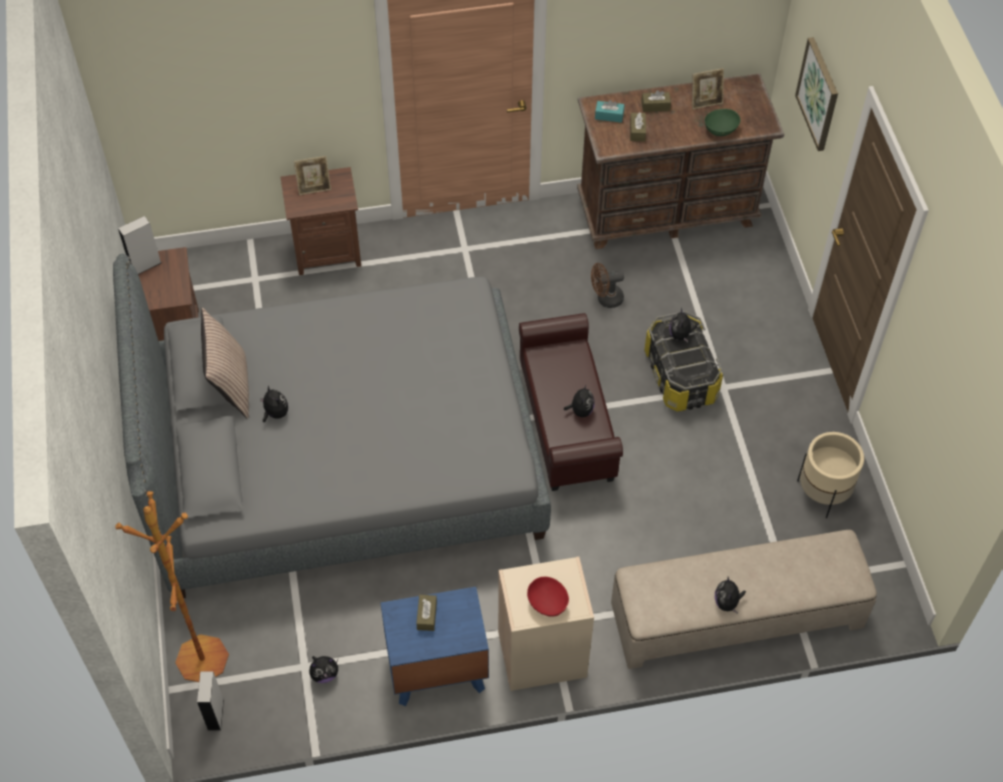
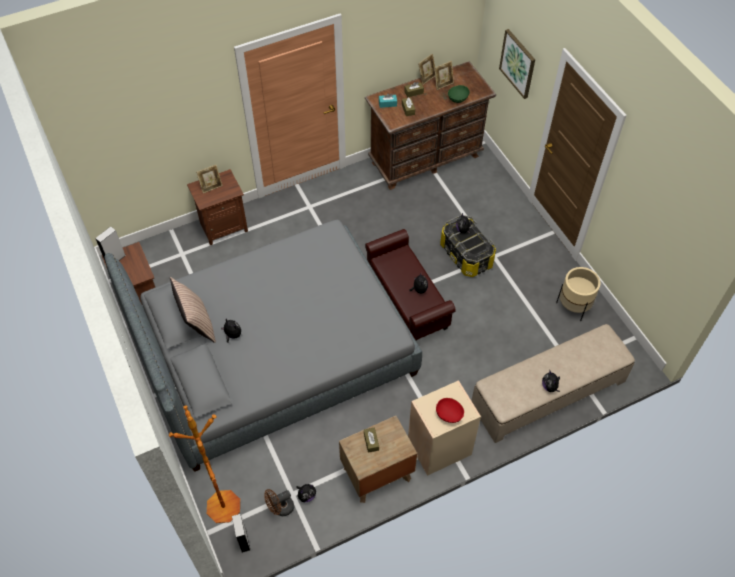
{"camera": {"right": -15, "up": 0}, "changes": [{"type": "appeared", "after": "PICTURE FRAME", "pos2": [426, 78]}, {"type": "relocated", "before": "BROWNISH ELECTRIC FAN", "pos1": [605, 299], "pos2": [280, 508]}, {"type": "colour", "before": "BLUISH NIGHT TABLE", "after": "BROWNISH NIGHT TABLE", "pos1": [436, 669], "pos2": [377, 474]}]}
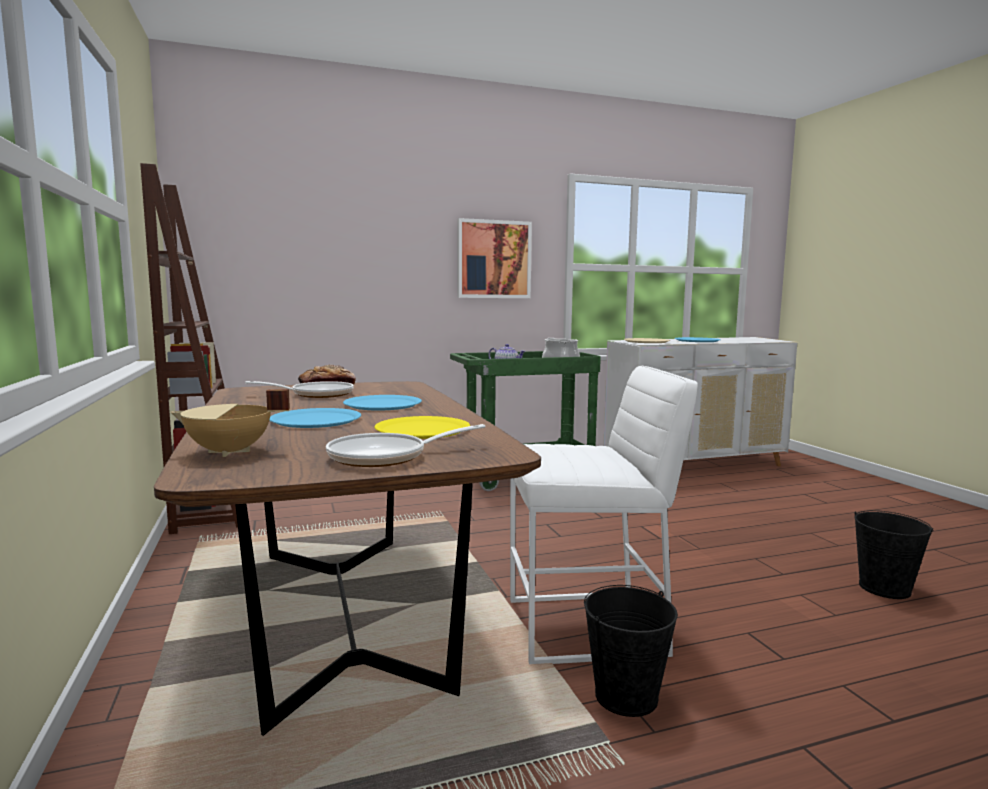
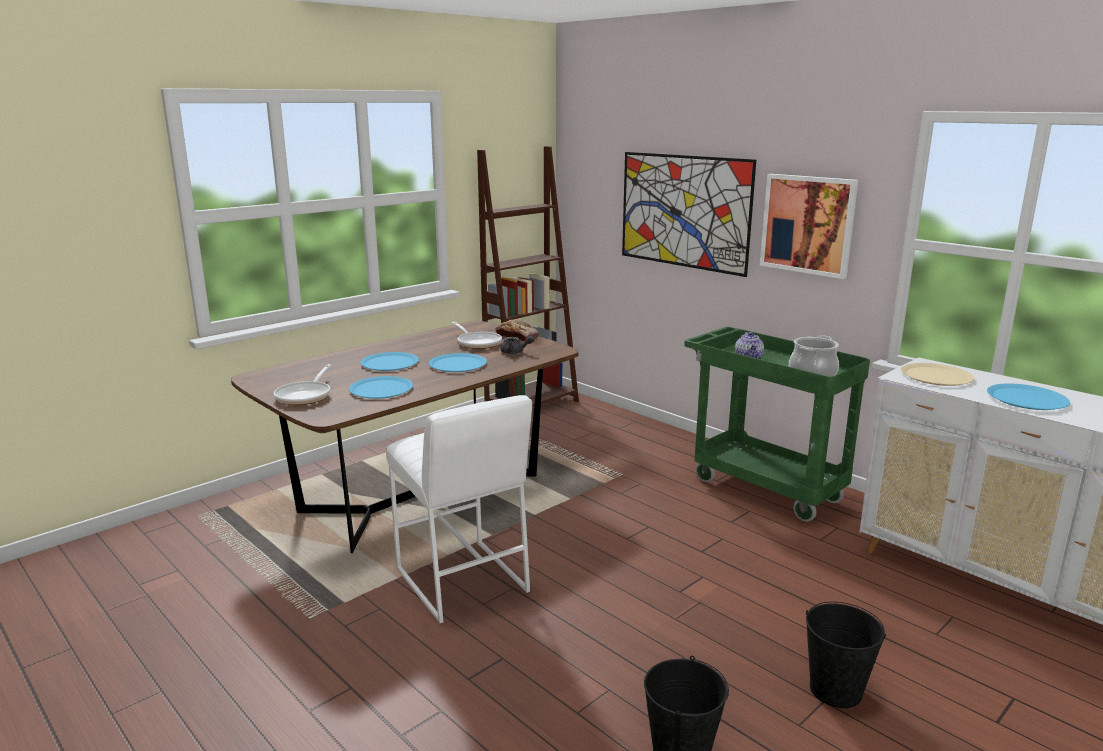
{"camera": {"right": 65, "up": 10}, "changes": [{"type": "missing", "before": "SAND-COLOURED SAUCEPOT", "pos1": [229, 452]}, {"type": "appeared", "after": "GREYISH TEA POT", "pos2": [515, 352]}, {"type": "appeared", "after": "PICTURE", "pos2": [684, 211]}, {"type": "relocated", "before": "BLACKISH BUCKET", "pos1": [626, 696], "pos2": [835, 690]}, {"type": "colour", "before": "YELLOWISH PLATE", "after": "BLUISH PLATE", "pos1": [422, 429], "pos2": [381, 389]}, {"type": "spun", "before": "PAN", "pos1": [386, 457], "pos2": [305, 396], "turn": -120}]}
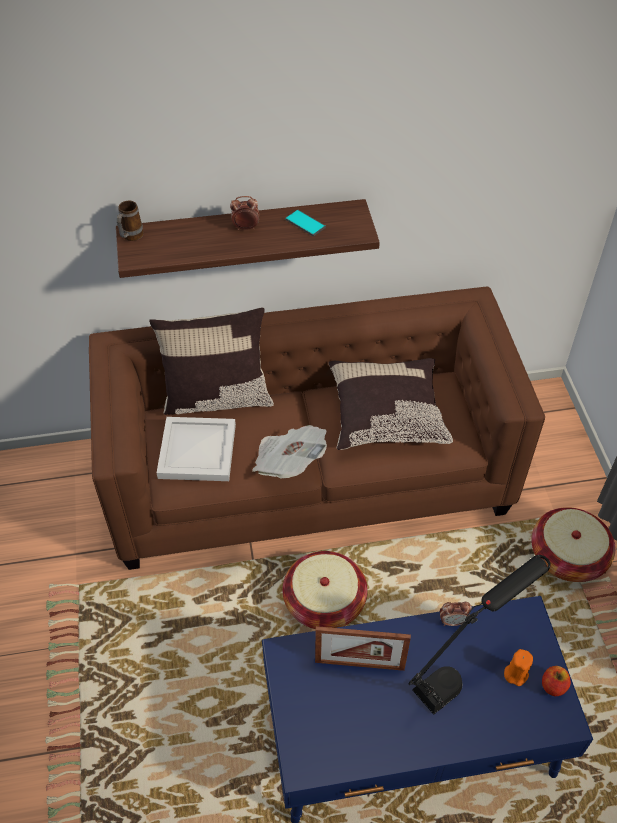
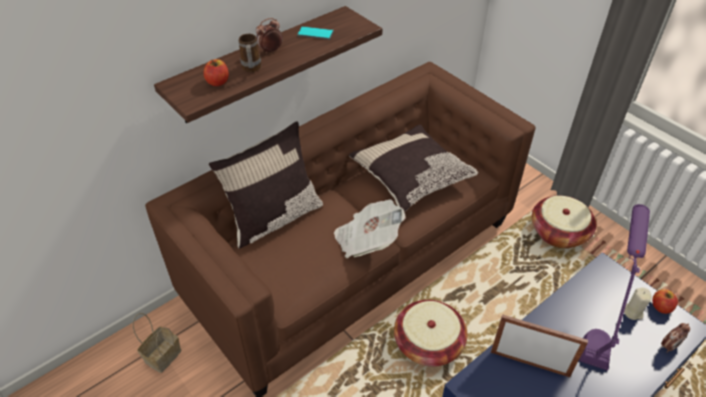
{"camera": {"right": -30, "up": -5}, "changes": [{"type": "missing", "before": "WHITISH CARRYING TRAY", "pos1": [196, 450]}, {"type": "appeared", "after": "STORAGE BASKET", "pos2": [163, 355]}, {"type": "appeared", "after": "APPLE", "pos2": [218, 82]}, {"type": "relocated", "before": "COFFEE MUG", "pos1": [130, 237], "pos2": [251, 69]}, {"type": "relocated", "before": "BEDSIDE CLOCK", "pos1": [453, 621], "pos2": [669, 346]}, {"type": "colour", "before": "BLACKISH TABLETOP LAMP", "after": "PURPLE-COLOURED TABLETOP LAMP", "pos1": [463, 669], "pos2": [599, 327]}, {"type": "colour", "before": "ORANGEY CANDLE", "after": "SAND-COLOURED CANDLE", "pos1": [516, 673], "pos2": [632, 311]}, {"type": "spun", "before": "PICTURE FRAME", "pos1": [359, 664], "pos2": [529, 363], "turn": -135}]}
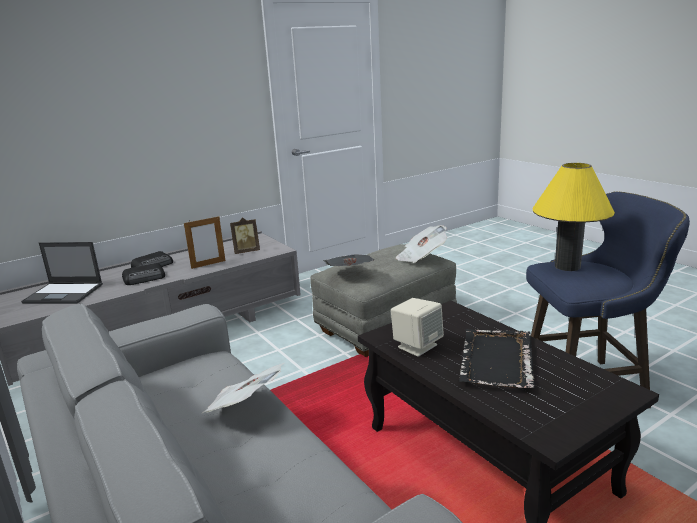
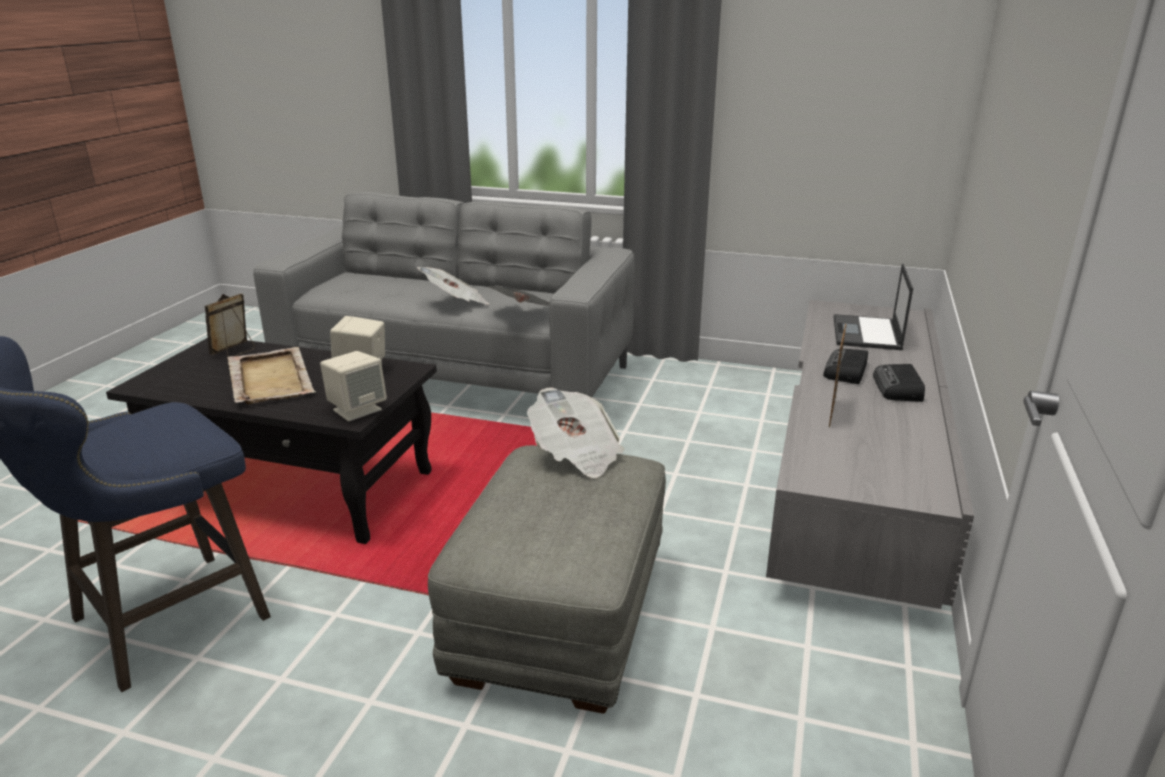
{"camera": {"right": 140, "up": 5}, "changes": [{"type": "missing", "before": "YELLOWISH TABLETOP LAMP", "pos1": [567, 266]}, {"type": "appeared", "after": "SAND-COLOURED SPEAKER", "pos2": [357, 410]}, {"type": "relocated", "before": "PICTURE FRAME", "pos1": [246, 251], "pos2": [235, 352]}, {"type": "relocated", "before": "NEWSPAPER", "pos1": [421, 257], "pos2": [523, 314]}, {"type": "colour", "before": "BLACKISH CARRYING TRAY", "after": "SAND-COLOURED CARRYING TRAY", "pos1": [496, 361], "pos2": [270, 378]}, {"type": "spun", "before": "NOTEBOOK COMPUTER", "pos1": [64, 293], "pos2": [867, 333], "turn": -45}]}
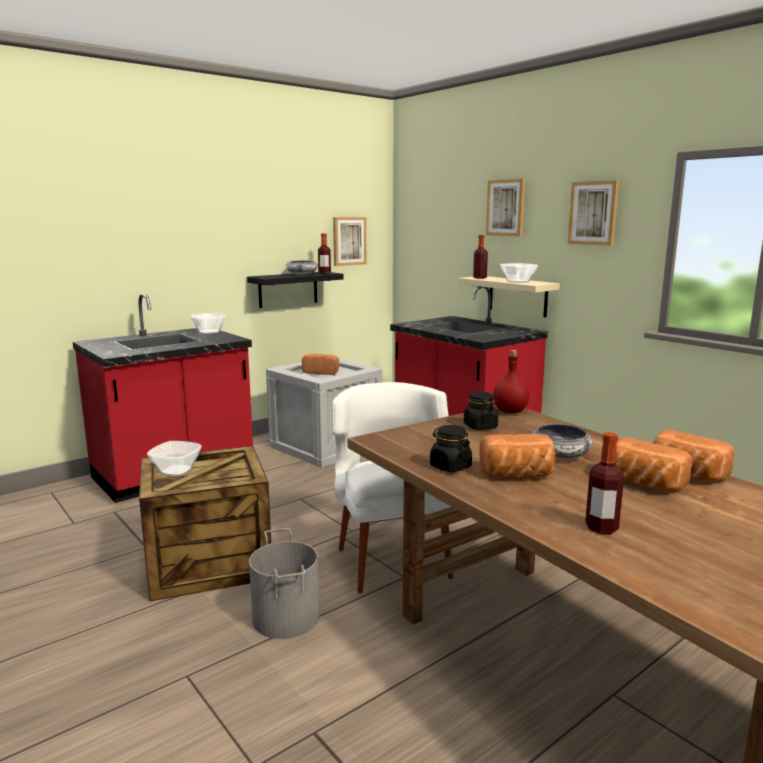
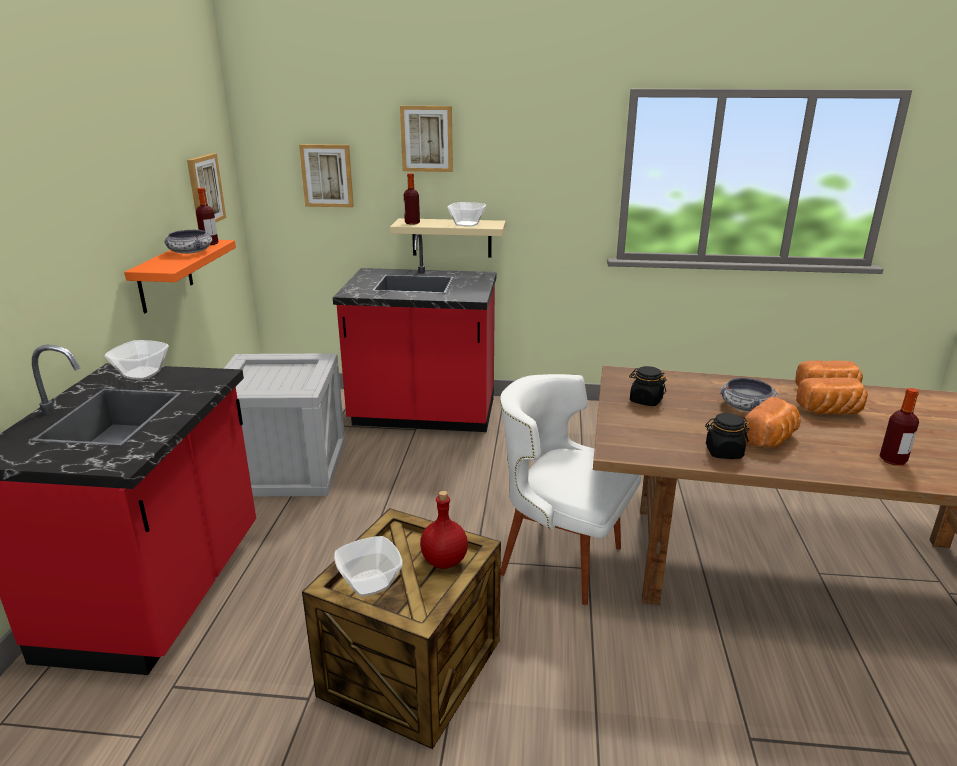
{"camera": {"right": -45, "up": 10}, "changes": [{"type": "missing", "before": "GREYISH BUCKET", "pos1": [285, 617]}, {"type": "missing", "before": "BAKED BREAD", "pos1": [322, 372]}, {"type": "relocated", "before": "REDDISH DRINK BOTTLE", "pos1": [511, 411], "pos2": [445, 561]}, {"type": "relocated", "before": "PICTURE", "pos1": [593, 213], "pos2": [327, 175]}, {"type": "colour", "before": "BLACKISH SHELF", "after": "ORANGEY SHELF", "pos1": [288, 289], "pos2": [165, 276]}]}
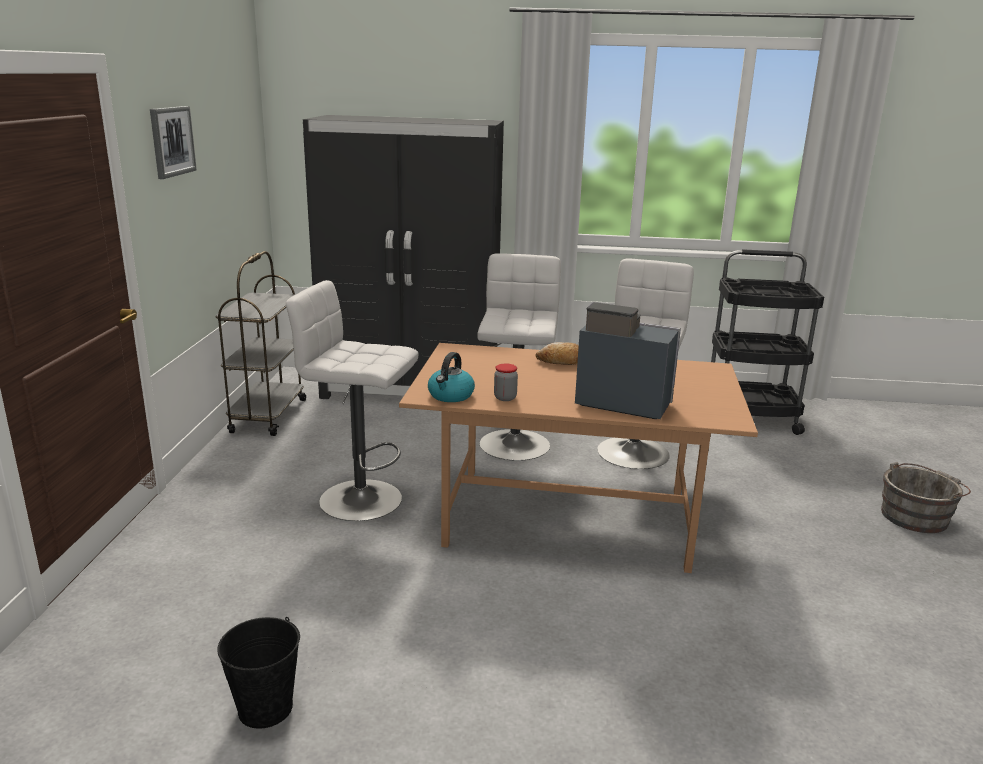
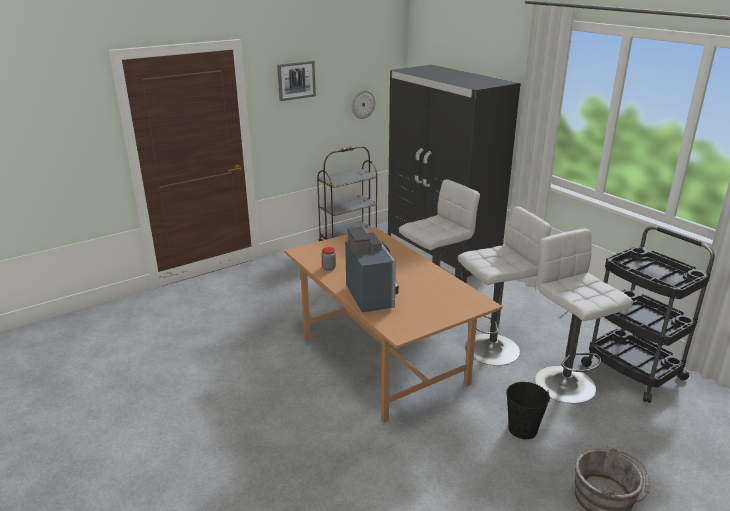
{"camera": {"right": 50, "up": 5}, "changes": [{"type": "missing", "before": "WATER KETTLE", "pos1": [451, 395]}, {"type": "missing", "before": "BAKED BREAD", "pos1": [561, 362]}, {"type": "appeared", "after": "WALL CLOCK", "pos2": [363, 104]}, {"type": "relocated", "before": "BLACKISH BUCKET", "pos1": [265, 708], "pos2": [522, 429]}, {"type": "relocated", "before": "WHITISH STOOL", "pos1": [360, 499], "pos2": [565, 384]}]}
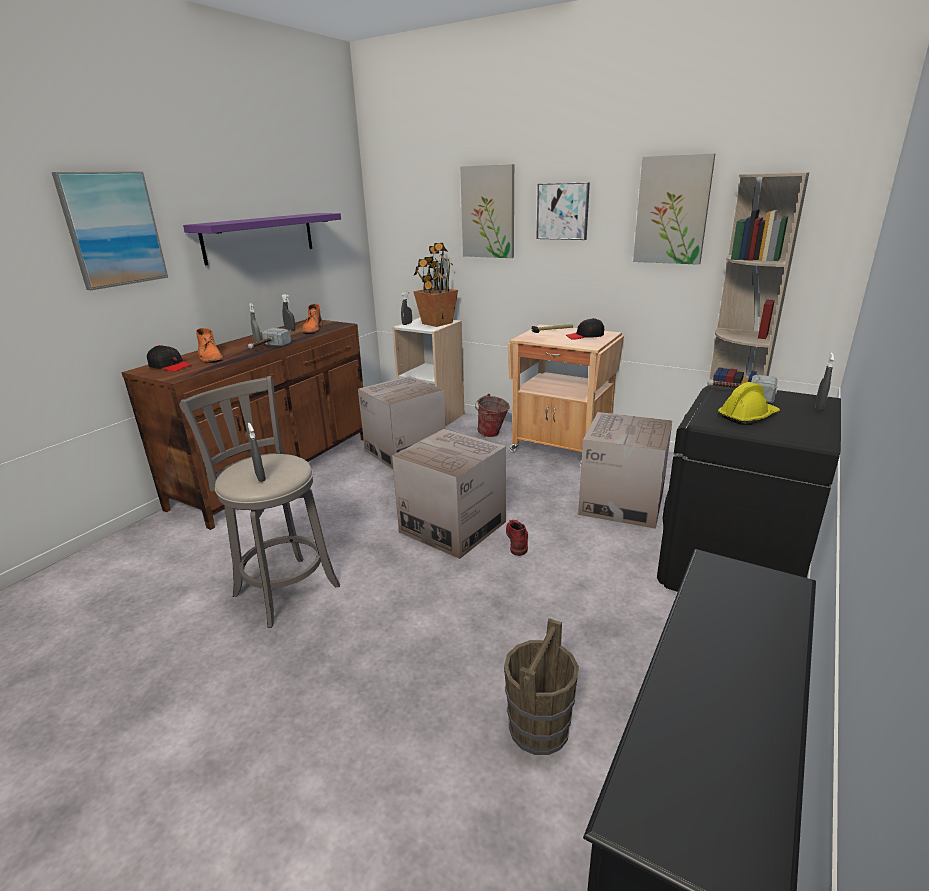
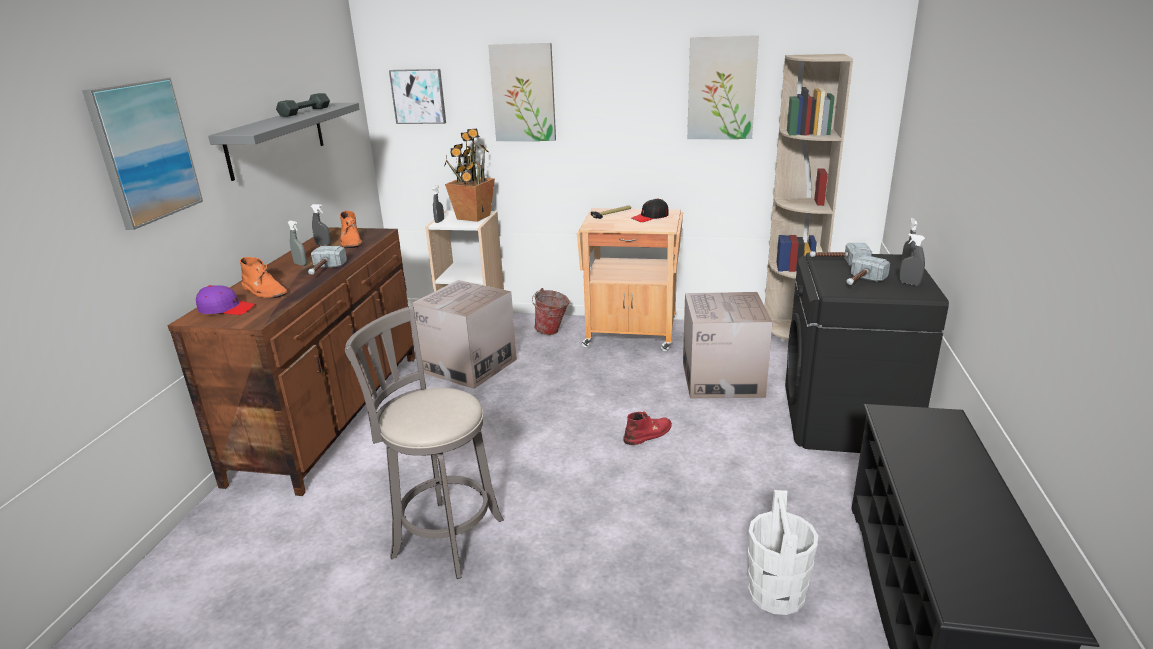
{"camera": {"right": -20, "up": 0}, "changes": [{"type": "missing", "before": "PACKING BOX", "pos1": [453, 527]}, {"type": "appeared", "after": "GREYISH HAND WEIGHT", "pos2": [305, 112]}, {"type": "relocated", "before": "GREYISH SPRAYER", "pos1": [260, 477], "pos2": [909, 283]}, {"type": "relocated", "before": "PICTURE", "pos1": [563, 211], "pos2": [418, 96]}, {"type": "exchanged", "before": "YELLOWISH HARD HAT", "after": "TOOL HAMMER", "pos1": [747, 417], "pos2": [861, 282]}, {"type": "colour", "before": "BLACKISH PEAKED CAP", "after": "PURPLE-COLOURED PEAKED CAP", "pos1": [170, 366], "pos2": [226, 309]}, {"type": "colour", "before": "PURPLE-COLOURED SHELF", "after": "GREYISH SHELF", "pos1": [259, 237], "pos2": [276, 139]}, {"type": "colour", "before": "BROWNISH BUCKET", "after": "WHITISH BUCKET", "pos1": [538, 729], "pos2": [776, 593]}, {"type": "spun", "before": "REDDISH TALL BOOT", "pos1": [517, 539], "pos2": [648, 434], "turn": 75}]}
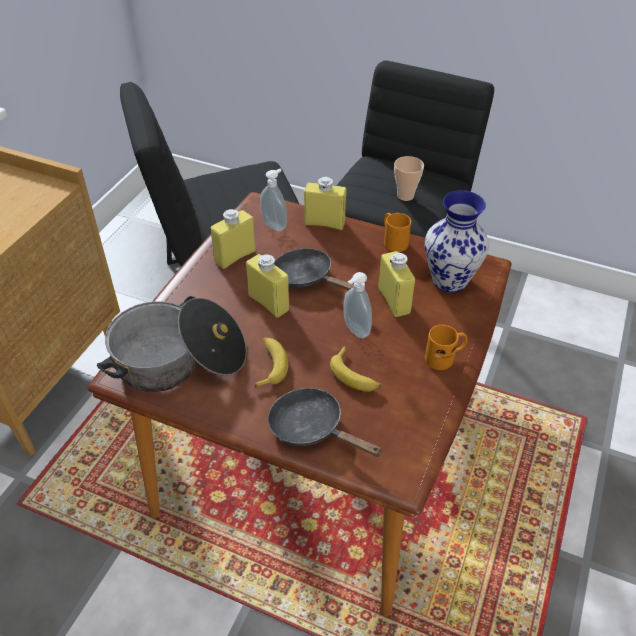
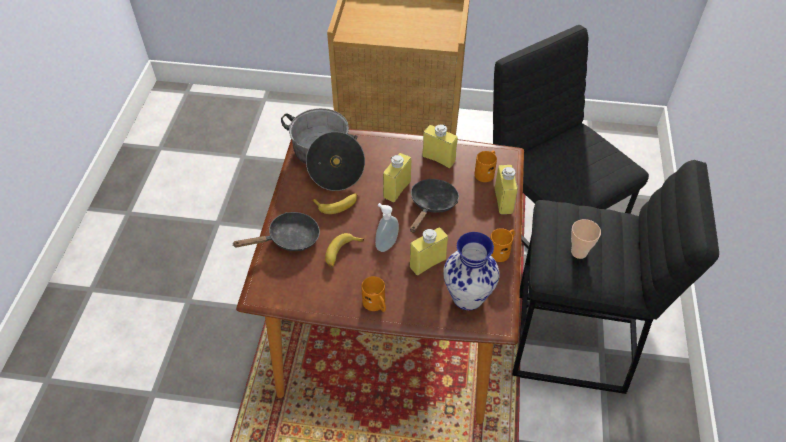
{"camera": {"right": 75, "up": 5}, "changes": [{"type": "exchanged", "before": "LIQUID SOAP BOTTLE", "after": "ORANGEY COFFEE MUG", "pos1": [275, 225], "pos2": [486, 172]}, {"type": "spun", "before": "BLACKISH PAN", "pos1": [312, 428], "pos2": [289, 239], "turn": 45}]}
